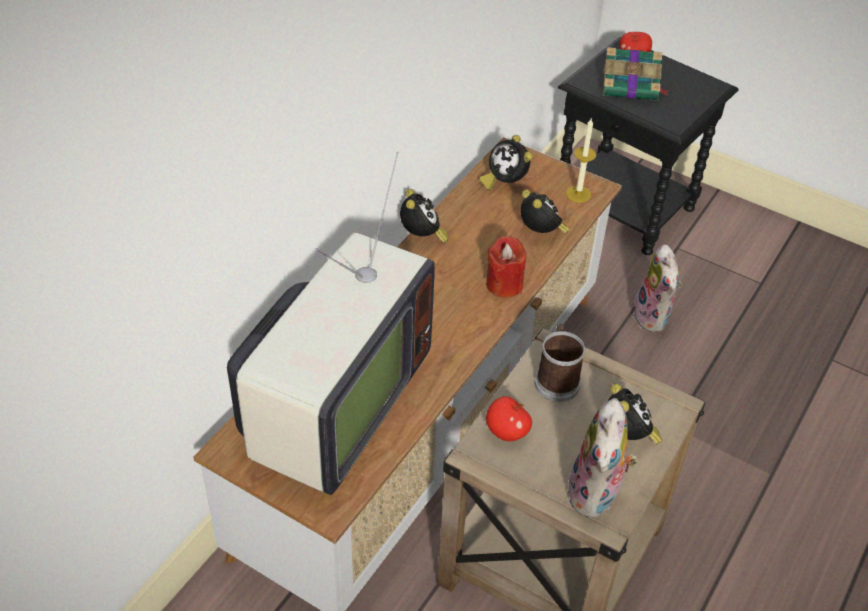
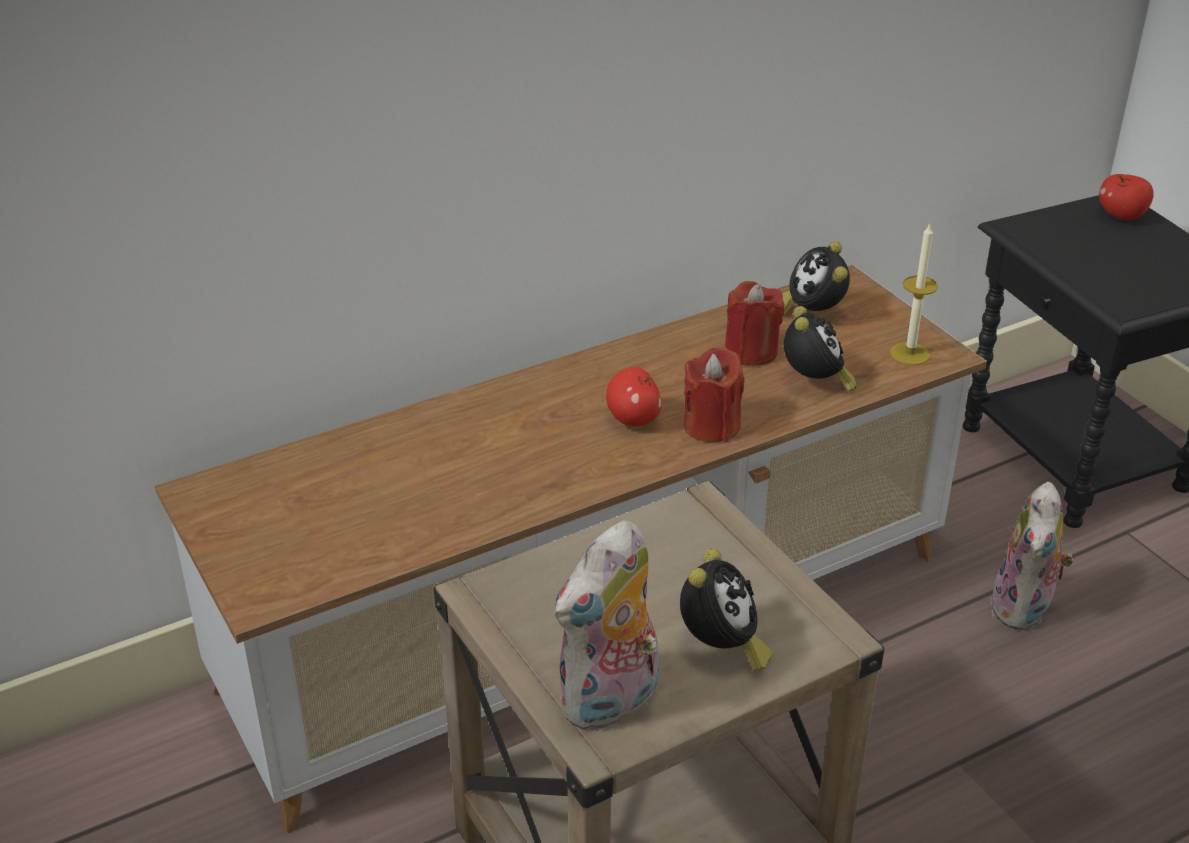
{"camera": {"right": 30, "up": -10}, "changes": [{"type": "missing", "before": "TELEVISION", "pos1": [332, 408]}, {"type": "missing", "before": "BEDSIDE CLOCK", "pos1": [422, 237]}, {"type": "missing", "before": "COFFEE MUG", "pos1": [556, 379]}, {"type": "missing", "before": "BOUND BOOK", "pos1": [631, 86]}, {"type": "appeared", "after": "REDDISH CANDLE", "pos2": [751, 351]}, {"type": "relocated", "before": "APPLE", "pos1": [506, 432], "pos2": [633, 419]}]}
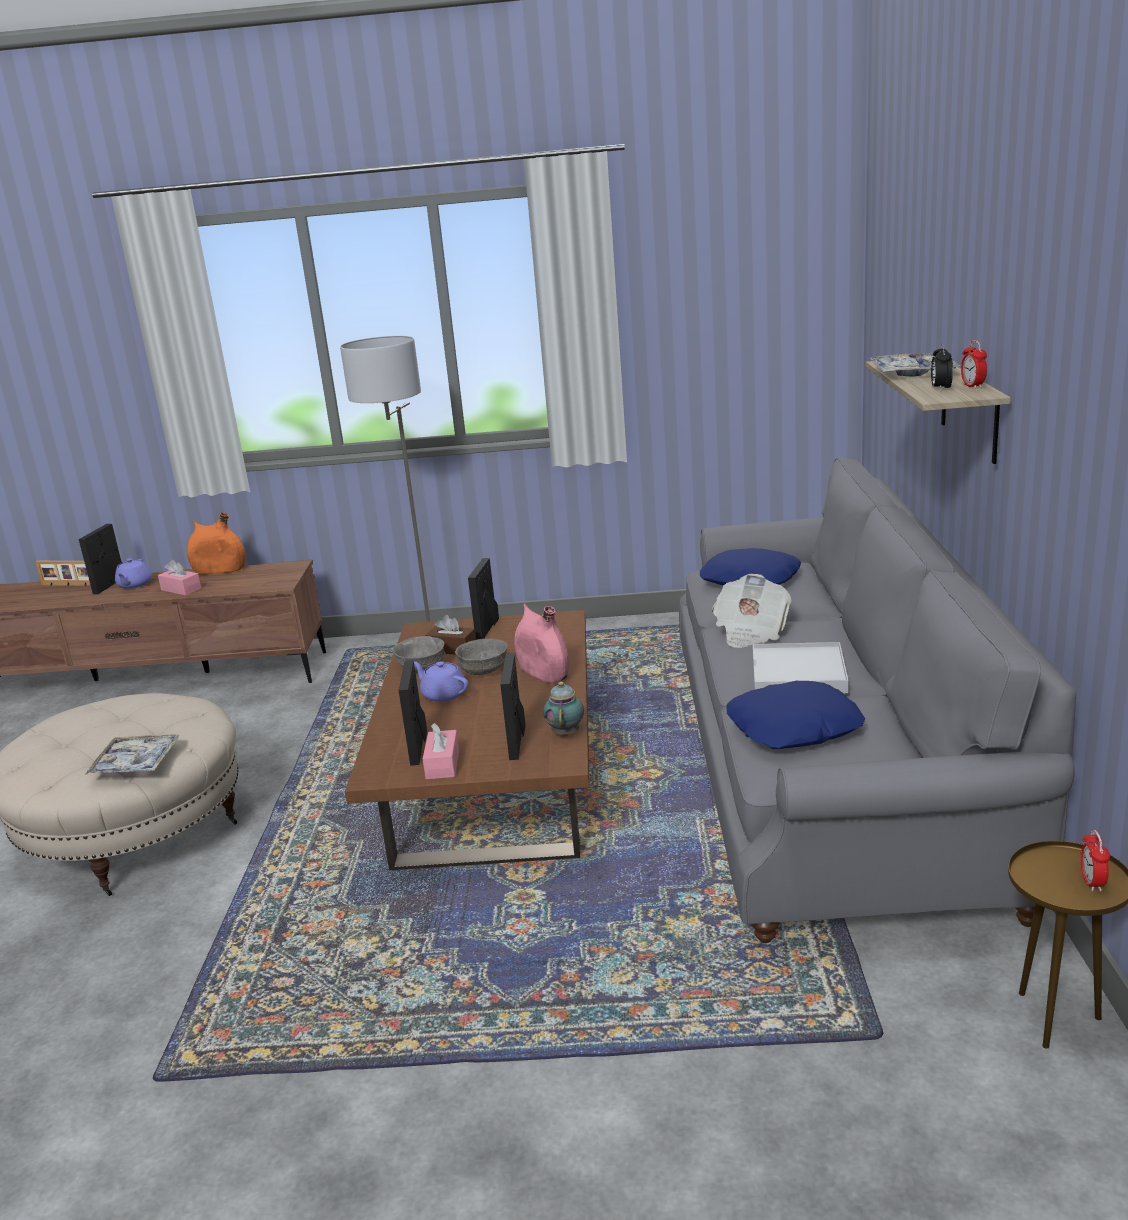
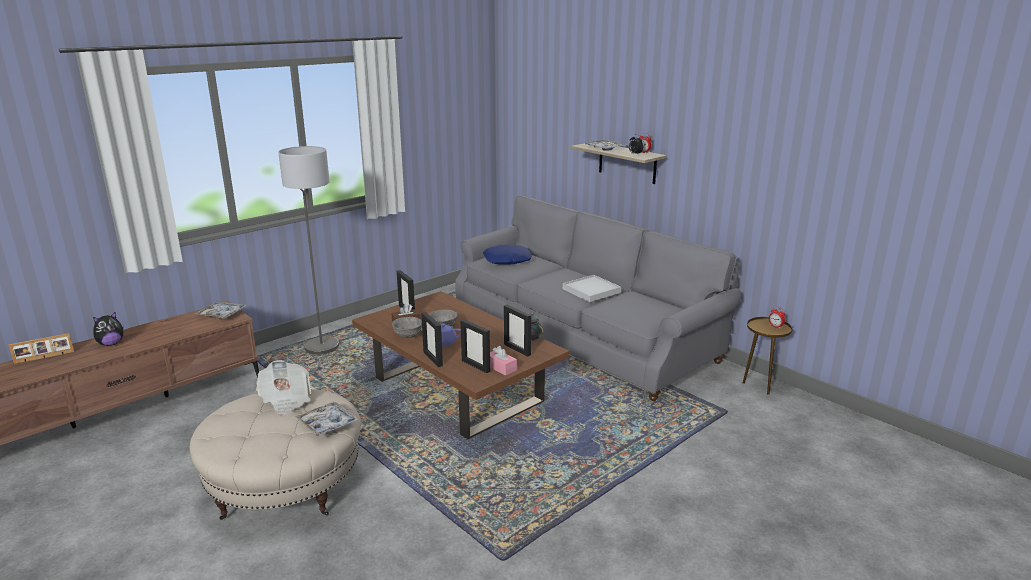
{"camera": {"right": -45, "up": 0}, "changes": [{"type": "missing", "before": "PINKISH BOX OF TISSUES", "pos1": [181, 589]}, {"type": "missing", "before": "ORANGEY FLOWER VASE", "pos1": [219, 571]}, {"type": "missing", "before": "PINKISH FLOWER VASE", "pos1": [543, 673]}, {"type": "missing", "before": "BLUISH CUSHION", "pos1": [794, 728]}, {"type": "appeared", "after": "CARRYING TRAY", "pos2": [222, 314]}, {"type": "relocated", "before": "PICTURE FRAME", "pos1": [110, 585], "pos2": [433, 358]}, {"type": "relocated", "before": "NEWSPAPER", "pos1": [750, 631], "pos2": [285, 400]}, {"type": "exchanged", "before": "PURPLE-COLOURED TEA POT", "after": "PLUSH TOY", "pos1": [135, 585], "pos2": [111, 344]}]}
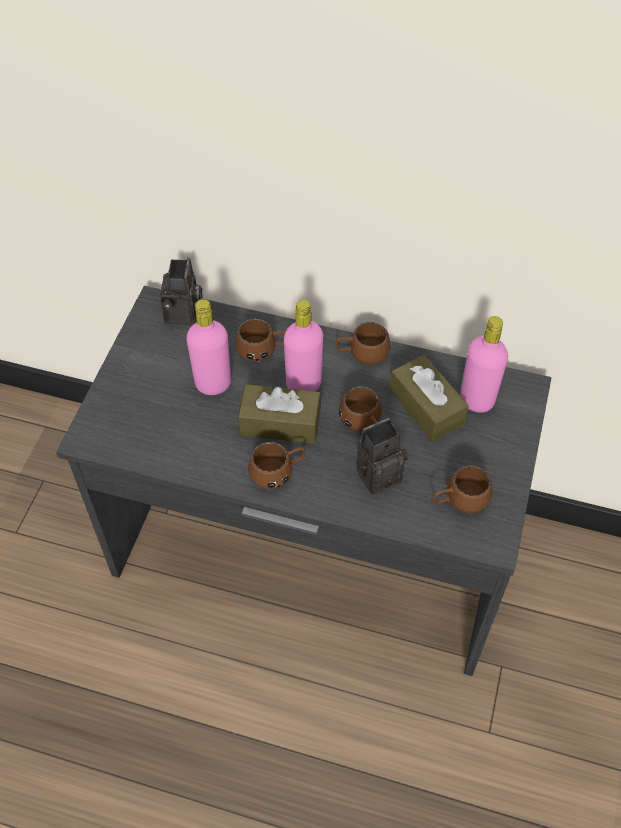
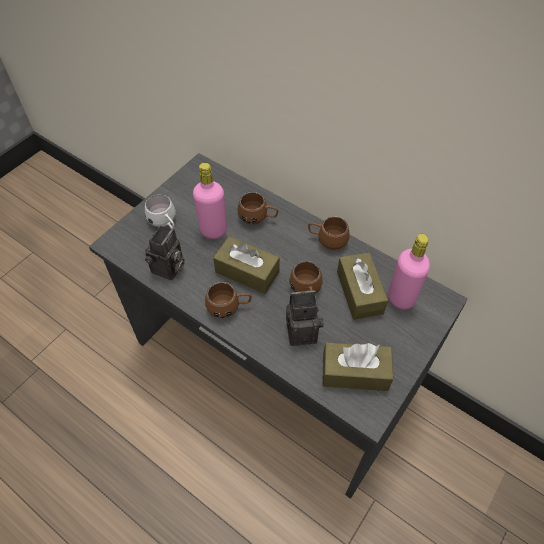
{"camera": {"right": 20, "up": 0}, "changes": [{"type": "missing", "before": "PINKISH DRINK BOTTLE", "pos1": [303, 384]}, {"type": "appeared", "after": "WHITISH COFFEE MUG", "pos2": [165, 223]}, {"type": "relocated", "before": "PHOTO CAMERA", "pos1": [184, 315], "pos2": [168, 269]}, {"type": "exchanged", "before": "BROWNISH COFFEE MUG", "after": "BROWNISH BOX OF TISSUES", "pos1": [459, 502], "pos2": [355, 372]}]}
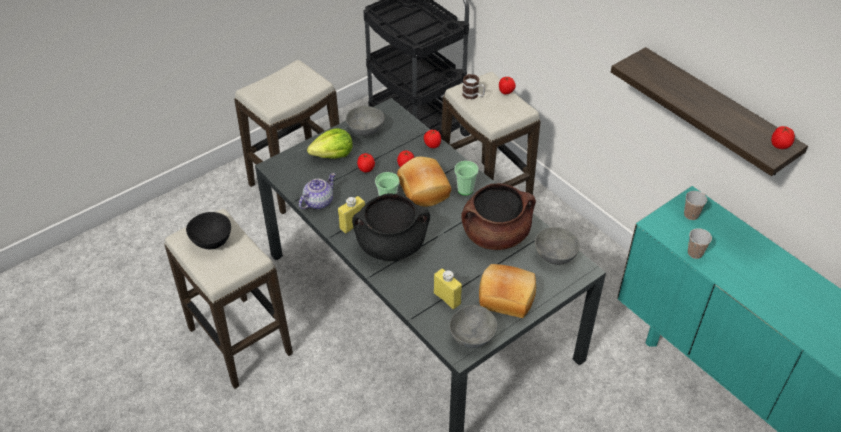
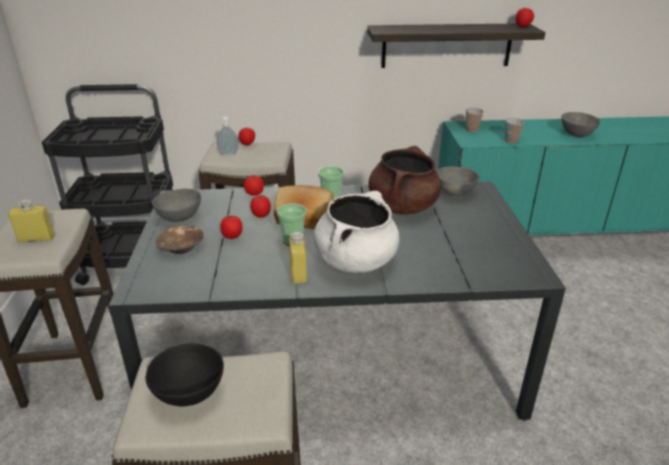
{"camera": {"right": -55, "up": -15}, "changes": [{"type": "missing", "before": "TEA POT", "pos1": [318, 202]}, {"type": "missing", "before": "BAKED BREAD", "pos1": [507, 296]}, {"type": "relocated", "before": "YELLOWISH DRINK BOTTLE", "pos1": [447, 298], "pos2": [36, 239]}, {"type": "relocated", "before": "GREYISH SERVING BOWL", "pos1": [473, 337], "pos2": [576, 134]}, {"type": "exchanged", "before": "HEAD OF LETTUCE", "after": "BROWNISH SERVING BOWL", "pos1": [333, 155], "pos2": [181, 247]}, {"type": "exchanged", "before": "COFFEE MUG", "after": "LIQUID SOAP BOTTLE", "pos1": [473, 95], "pos2": [229, 155]}, {"type": "colour", "before": "BLACKISH SAUCEPOT", "after": "WHITISH SAUCEPOT", "pos1": [391, 245], "pos2": [356, 261]}]}
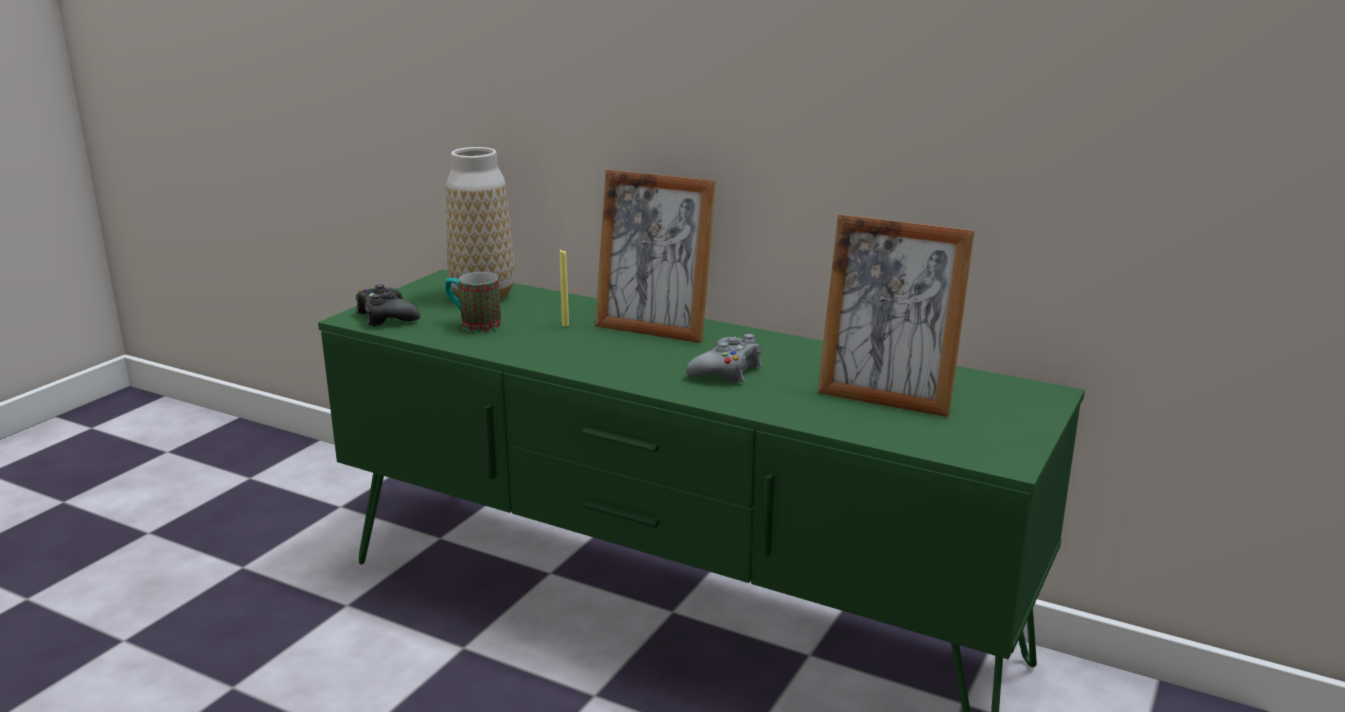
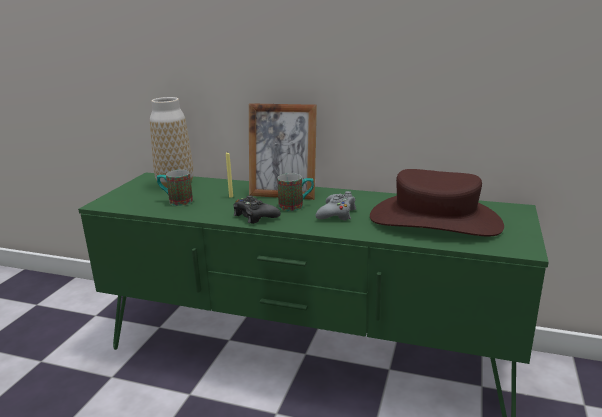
{"camera": {"right": -10, "up": 0}, "changes": [{"type": "appeared", "after": "COFFEE MUG", "pos2": [296, 206]}, {"type": "relocated", "before": "BLACKISH GAME CONTROLLER", "pos1": [386, 316], "pos2": [255, 216]}, {"type": "exchanged", "before": "PICTURE FRAME", "after": "BROWNISH CLOTHING HAT", "pos1": [886, 398], "pos2": [435, 220]}]}
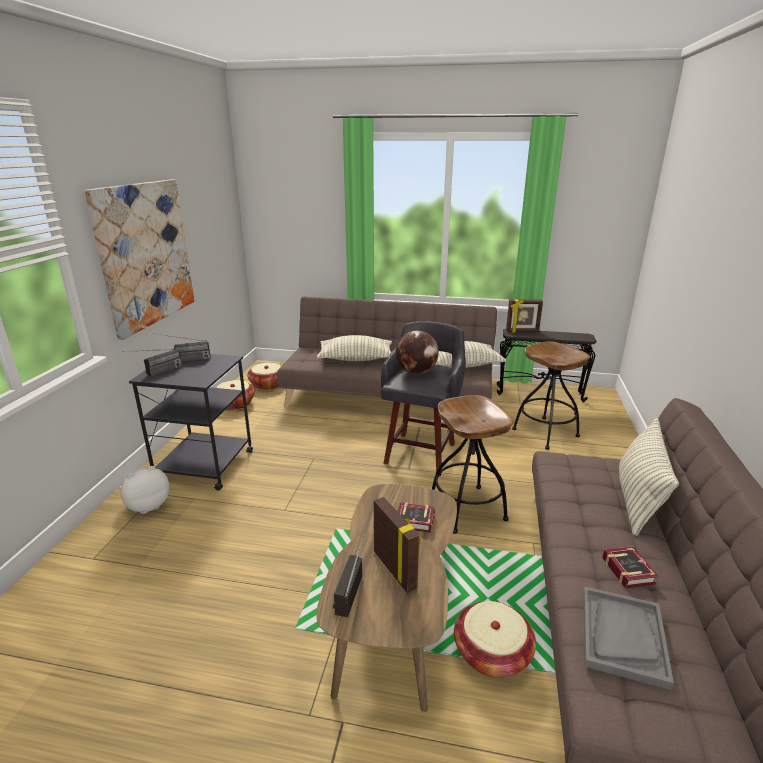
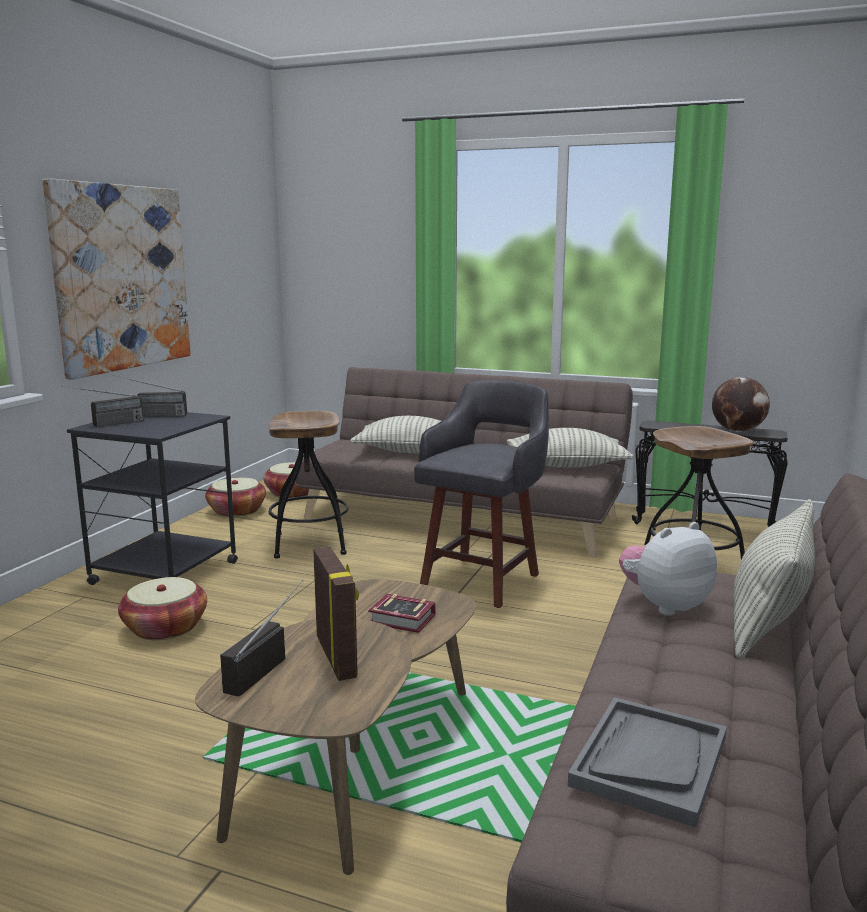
{"camera": {"right": 10, "up": -10}, "changes": [{"type": "missing", "before": "PICTURE FRAME", "pos1": [522, 331]}, {"type": "missing", "before": "BOUND BOOK", "pos1": [628, 569]}, {"type": "relocated", "before": "PLUSH TOY", "pos1": [148, 506], "pos2": [664, 605]}, {"type": "relocated", "before": "DESK GLOBE", "pos1": [416, 372], "pos2": [737, 431]}, {"type": "relocated", "before": "BROWNISH STOOL", "pos1": [467, 508], "pos2": [310, 544]}, {"type": "relocated", "before": "STORAGE BASKET", "pos1": [492, 653], "pos2": [165, 628]}]}
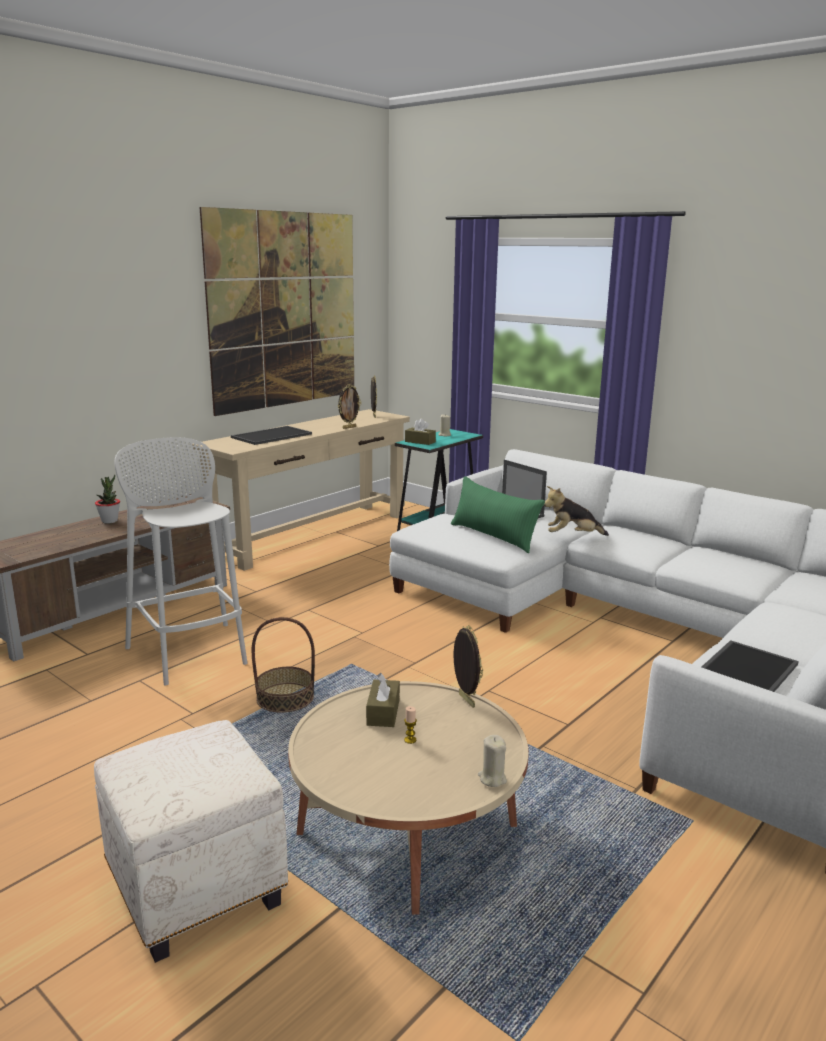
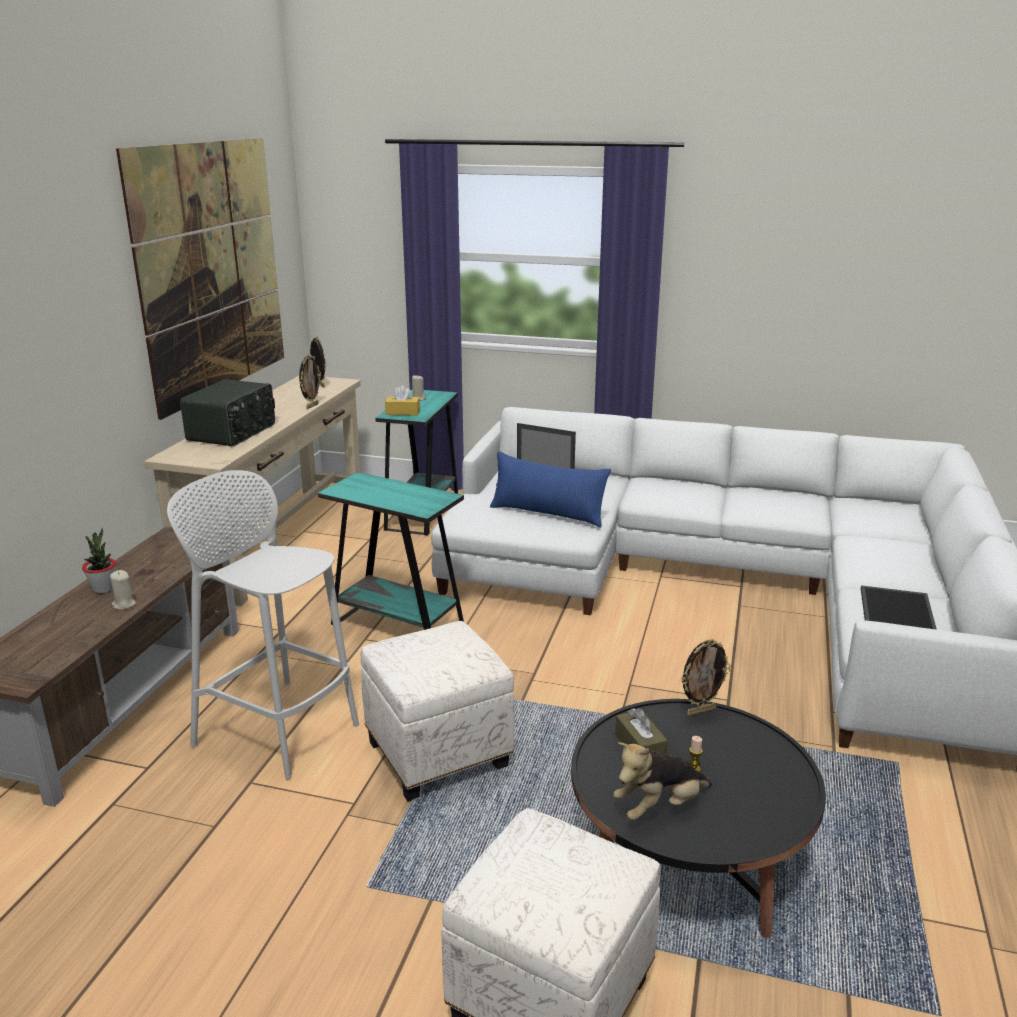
{"camera": {"right": -25, "up": 5}, "changes": [{"type": "appeared", "after": "TURQUOISE-COLOURED ACCENT TABLE", "pos2": [397, 627]}, {"type": "relocated", "before": "SAND-COLOURED CANDLE", "pos1": [492, 778], "pos2": [124, 604]}, {"type": "relocated", "before": "PLUSH TOY", "pos1": [572, 536], "pos2": [659, 807]}, {"type": "exchanged", "before": "CARRYING TRAY", "after": "RADIO RECEIVER", "pos1": [271, 435], "pos2": [233, 432]}, {"type": "exchanged", "before": "STORAGE BASKET", "after": "WHITISH POUFFE", "pos1": [285, 697], "pos2": [439, 753]}, {"type": "colour", "before": "SAND-COLOURED COFFEE TABLE", "after": "BLACKISH COFFEE TABLE", "pos1": [407, 830], "pos2": [687, 857]}, {"type": "colour", "before": "BROWNISH BOX OF TISSUES", "after": "YELLOWISH BOX OF TISSUES", "pos1": [420, 442], "pos2": [403, 412]}, {"type": "colour", "before": "GREENISH CUSHION", "after": "BLUISH CUSHION", "pos1": [493, 536], "pos2": [548, 514]}, {"type": "spun", "before": "PICTURE FRAME", "pos1": [465, 700], "pos2": [701, 711], "turn": 120}]}
